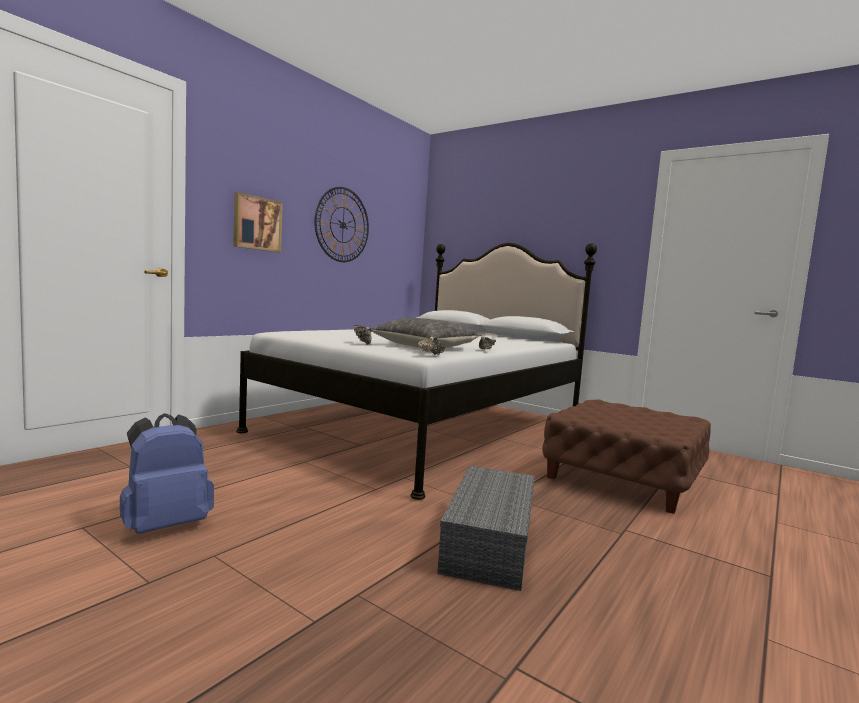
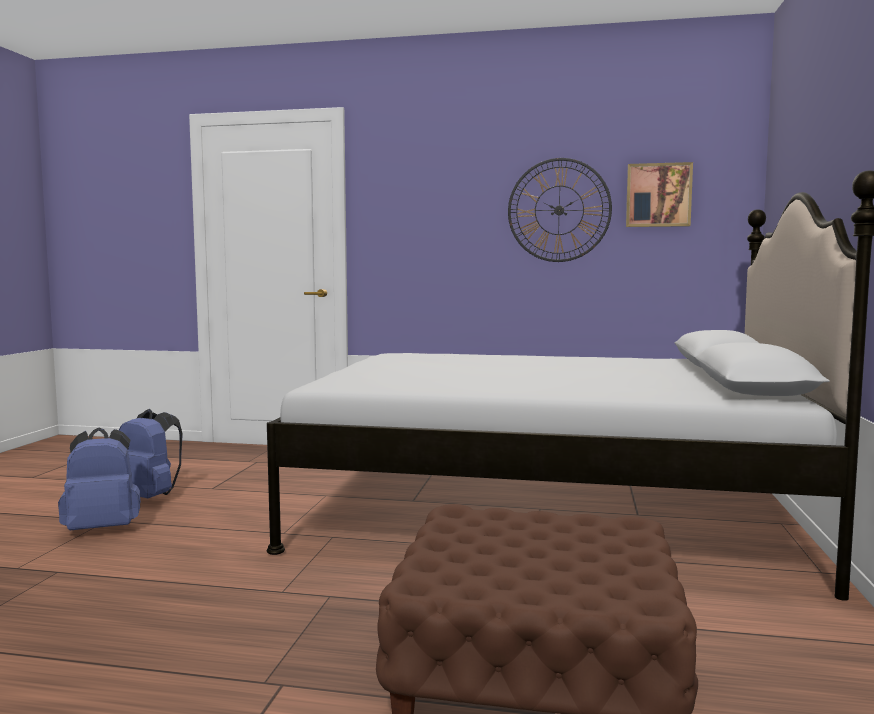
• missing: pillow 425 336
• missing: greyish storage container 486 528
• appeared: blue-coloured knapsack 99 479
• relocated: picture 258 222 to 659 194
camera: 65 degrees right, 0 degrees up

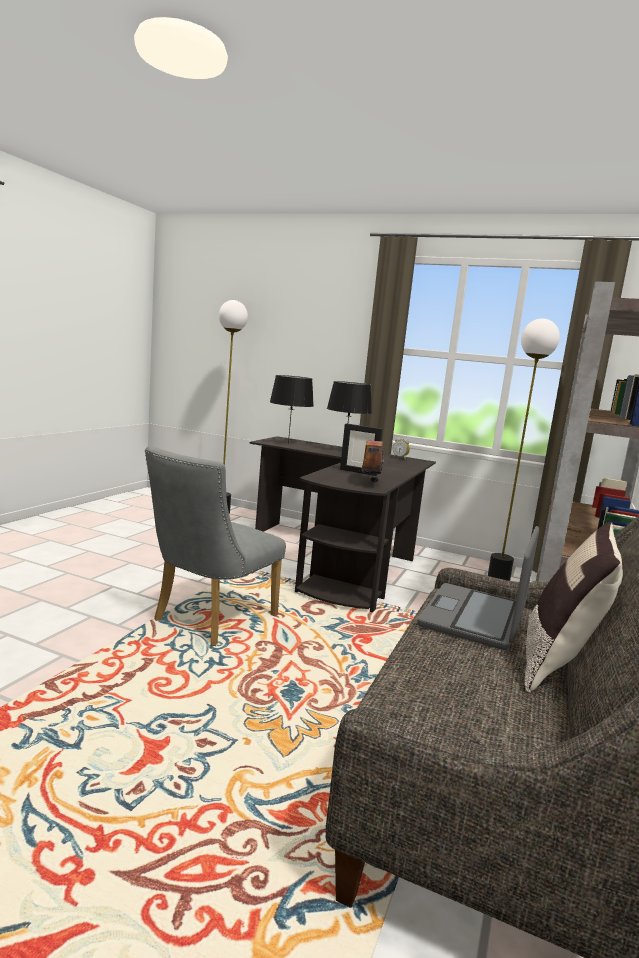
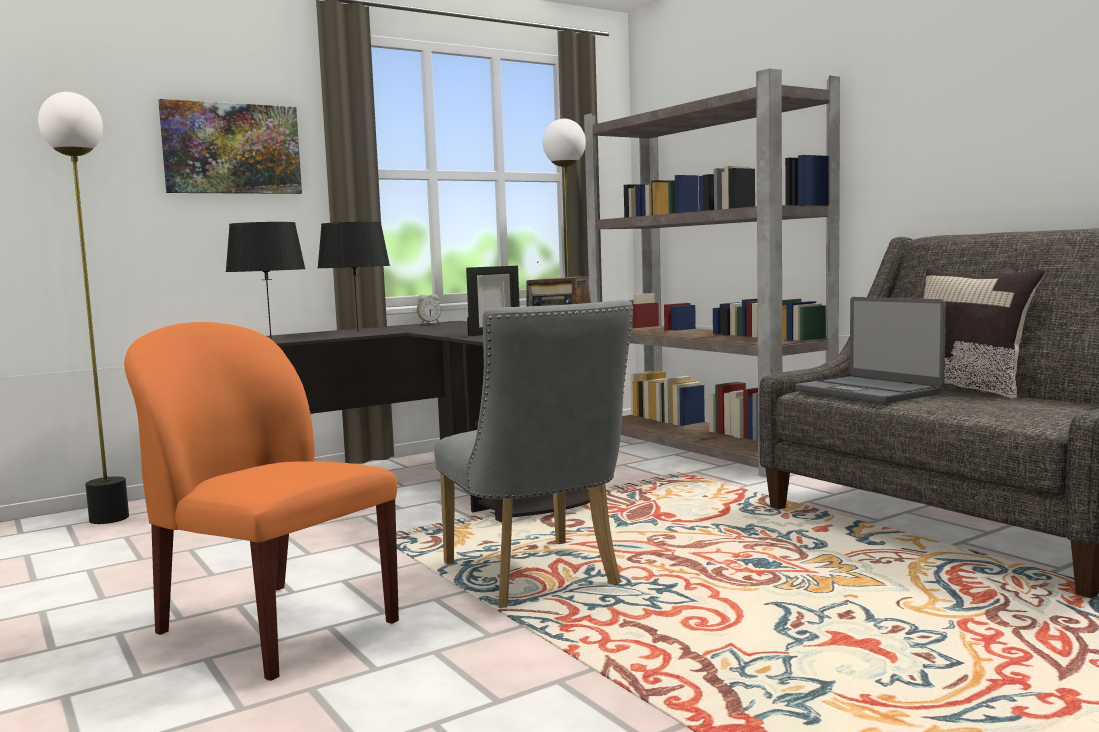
• appeared: orange upright chair 261 501
• appeared: picture 230 146
camera: 55 degrees left, 5 degrees down

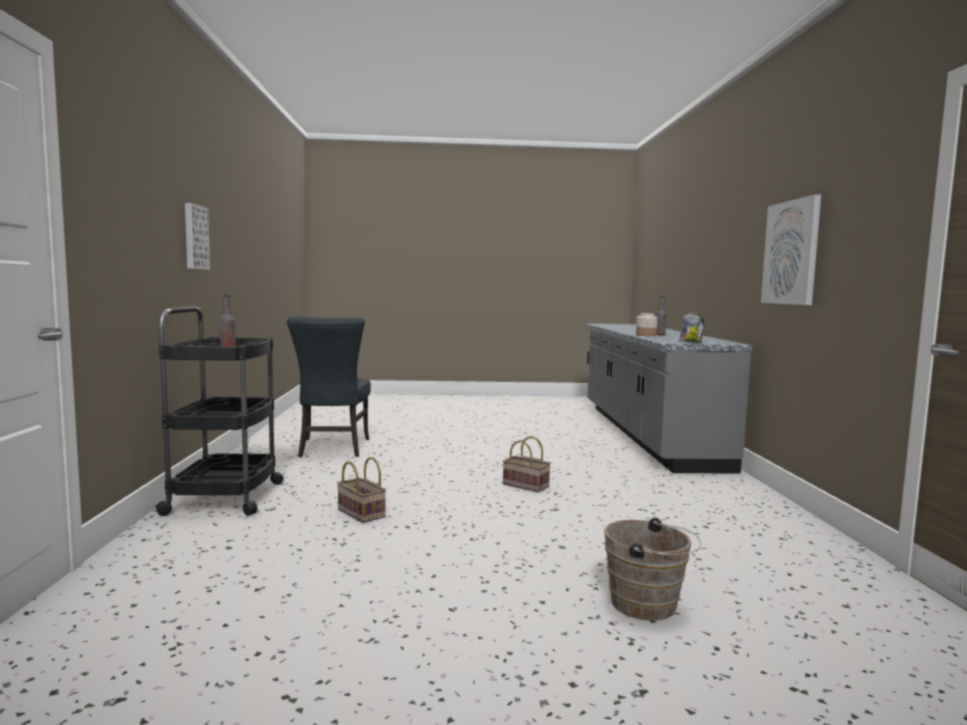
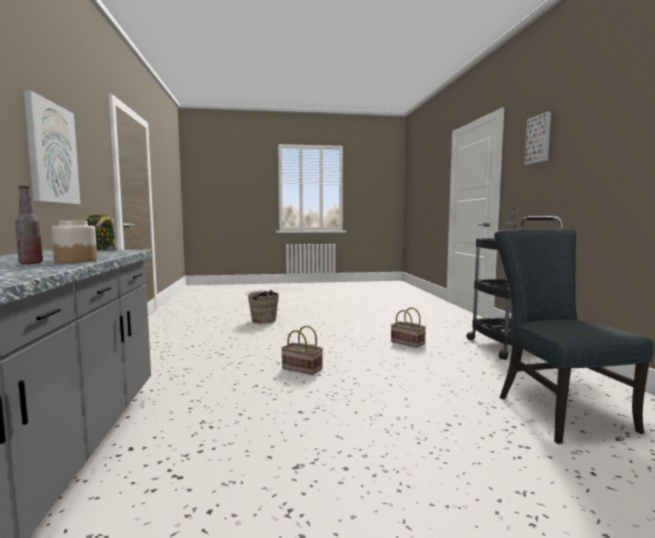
• relocated: picture 197 236 to 538 138
camera: 175 degrees right, 0 degrees up

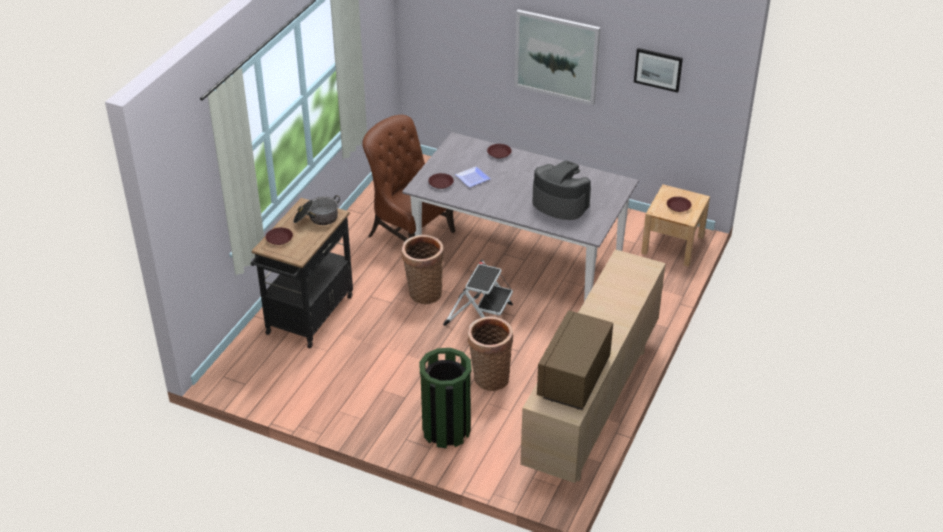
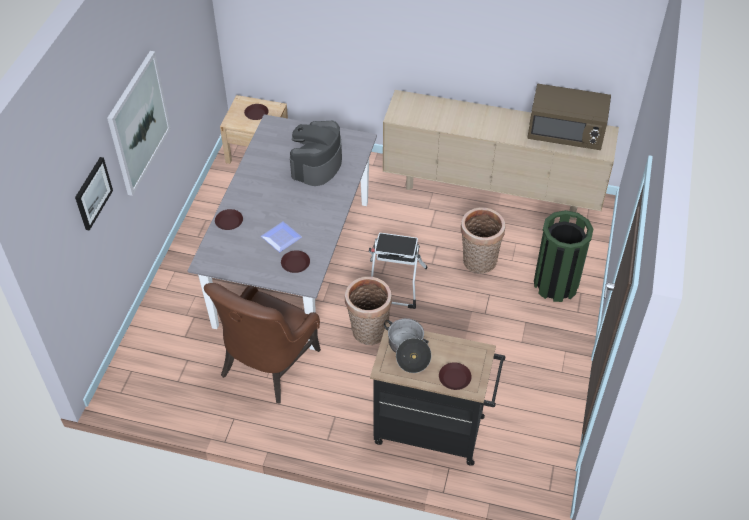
• relocated: picture 658 70 to 94 194
camera: 100 degrees left, 10 degrees up

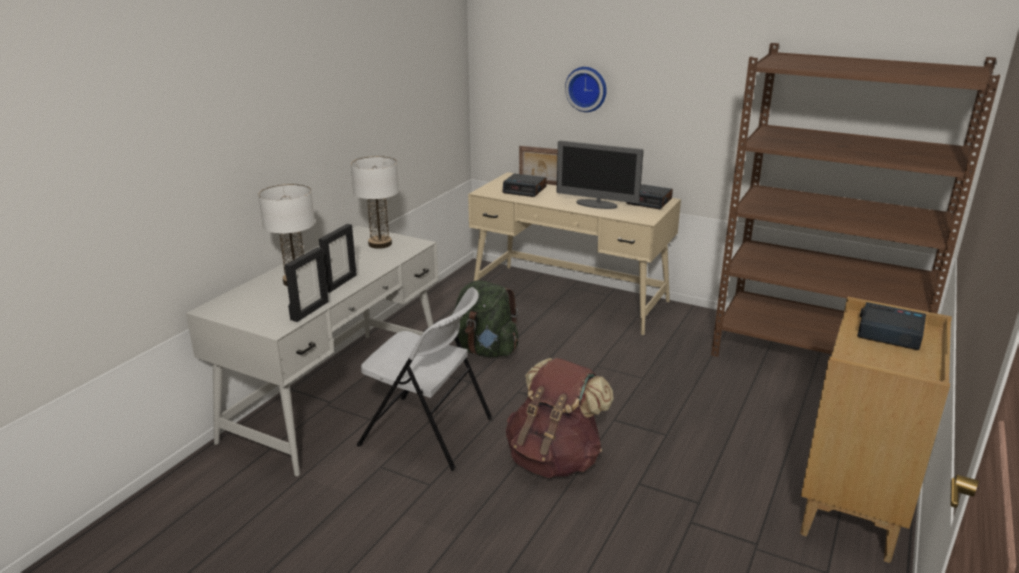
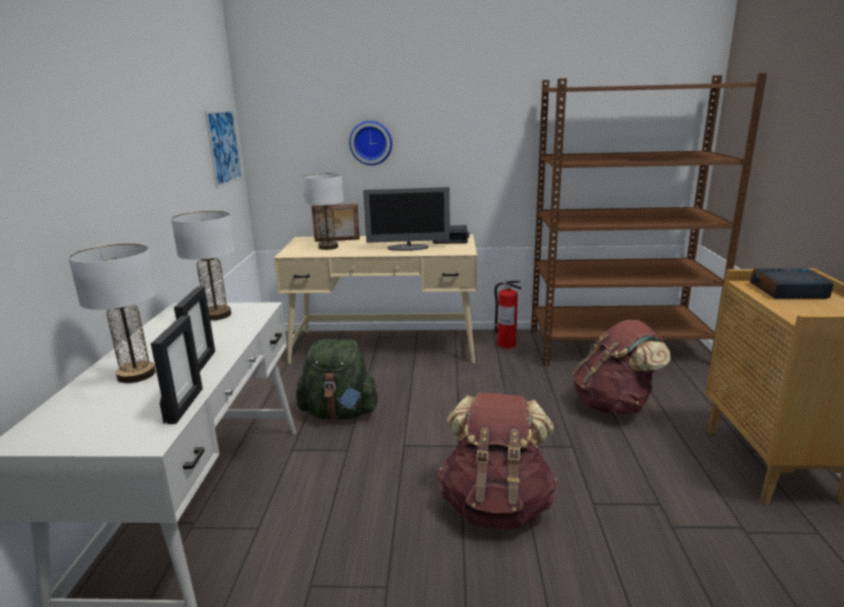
• missing: white-coloured upright chair 424 379
• appeared: picture 223 149
• appeared: fire extinguisher 507 314
• appeared: brownish knapsack 621 367
• exchanged: bedside clock 524 185 to table lamp 323 211
camera: 25 degrees left, 5 degrees down

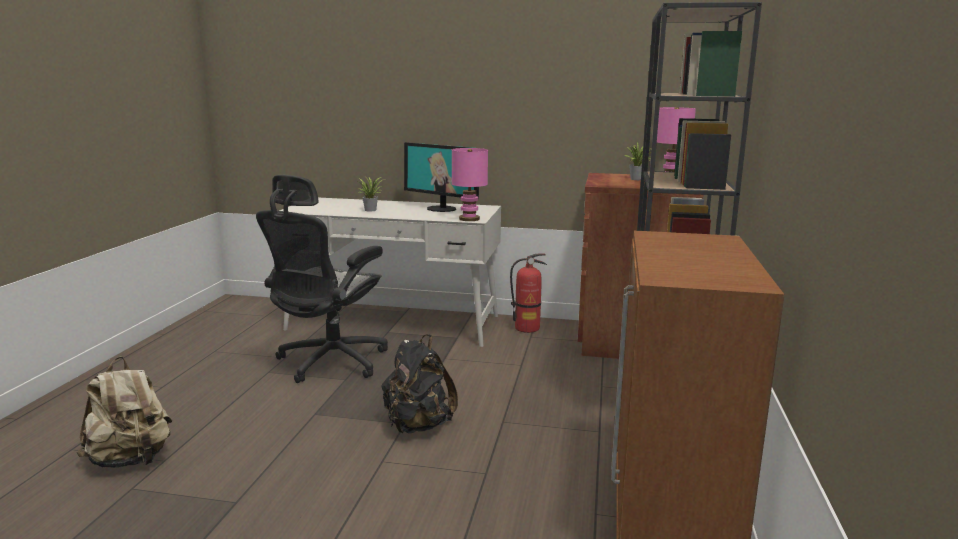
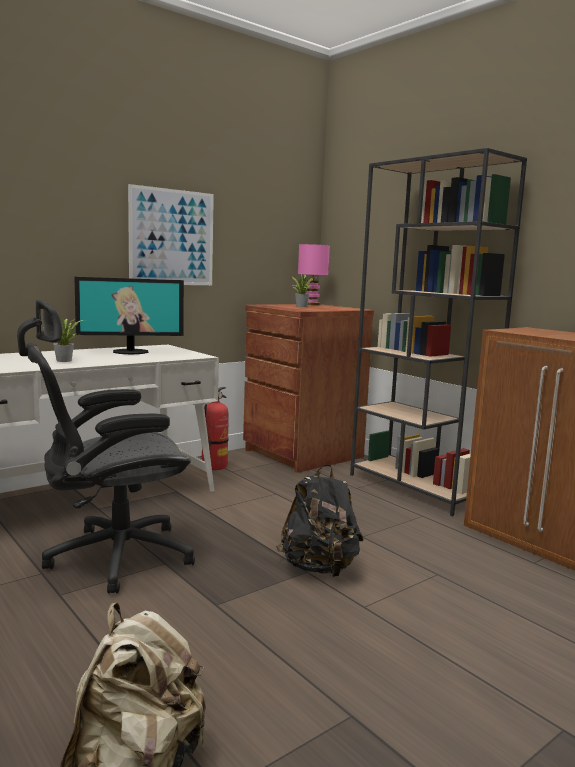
• missing: pink-coloured table lamp 470 184
• appeared: picture 171 234
• spun: desk chair 322 279 = 106 446 90 degrees clockwise
camera: 50 degrees left, 5 degrees down

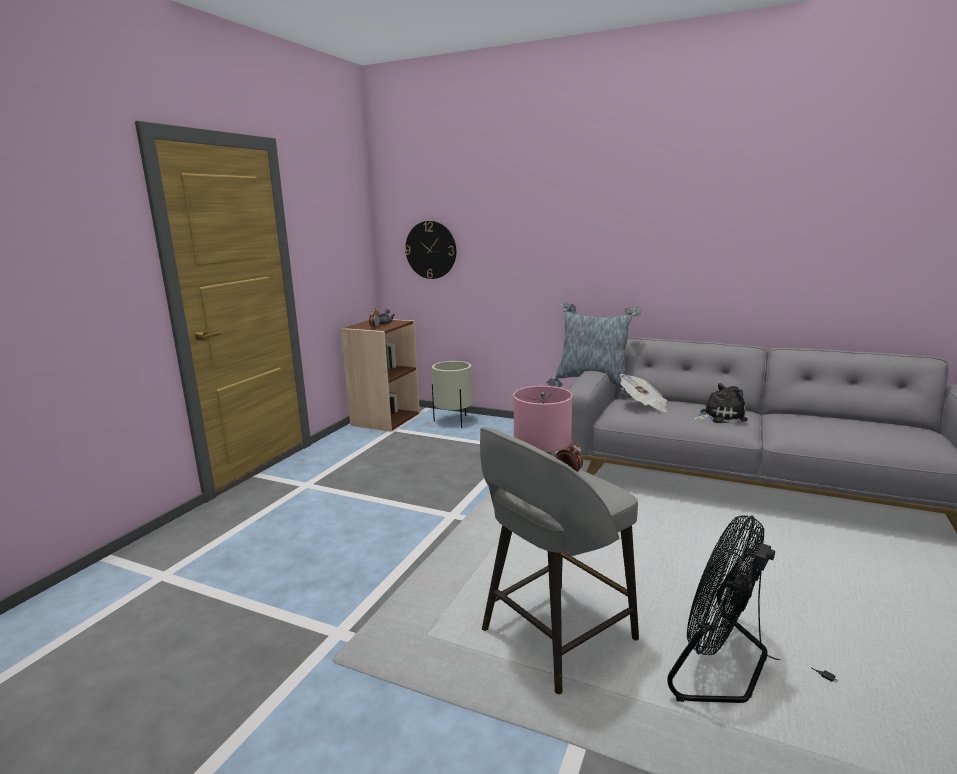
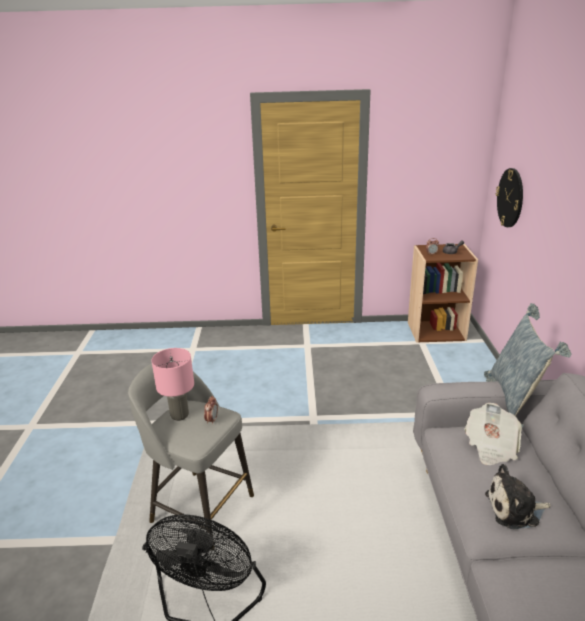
• missing: beige plant pot 452 394
• spun: cuddly toy 720 403 = 518 496 120 degrees clockwise
camera: 65 degrees right, 10 degrees up

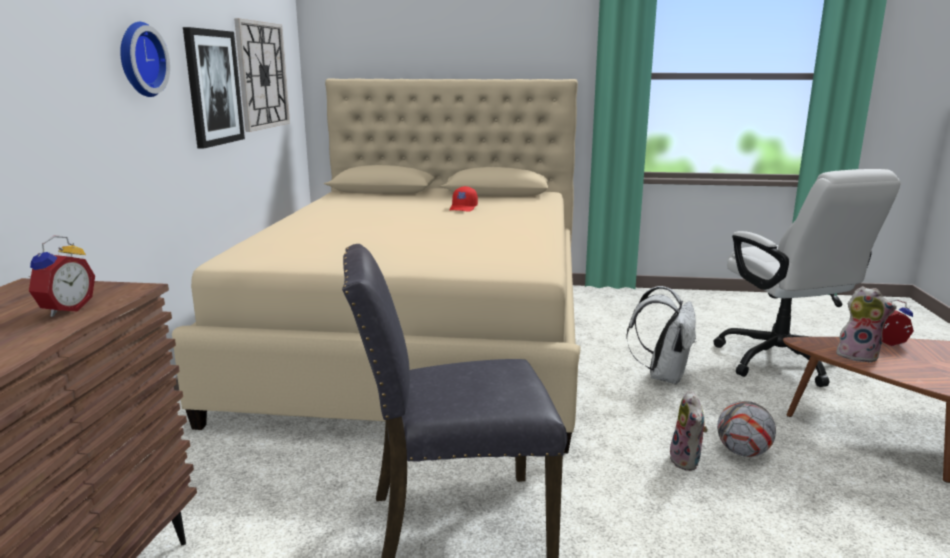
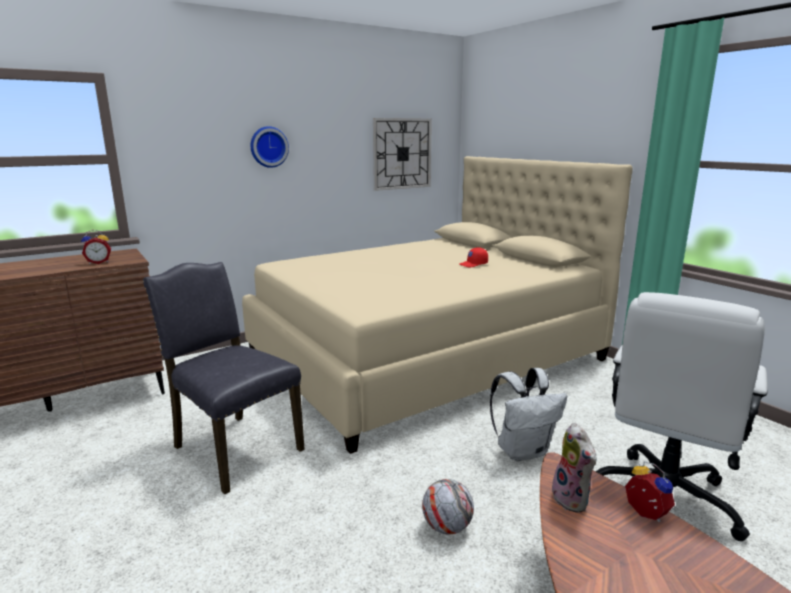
• missing: picture 214 88
• missing: cuddly toy 689 430
camera: 50 degrees right, 0 degrees up

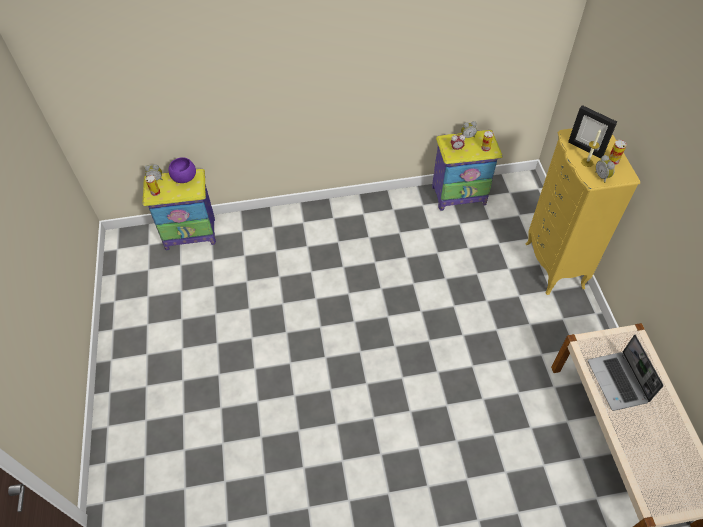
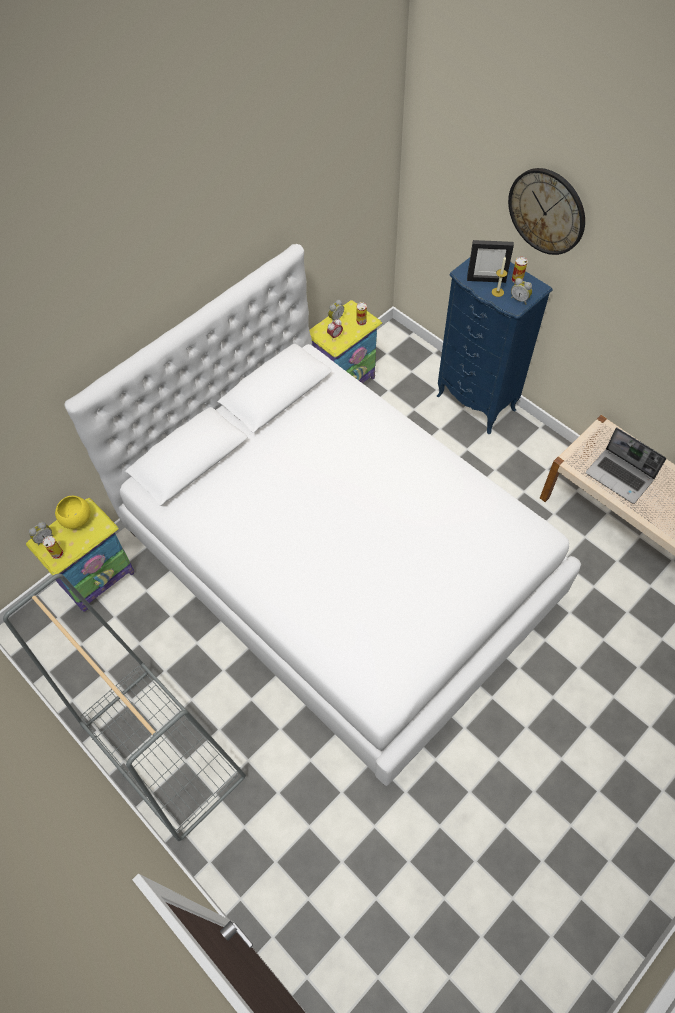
• appeared: greyish garment stand 124 707
• appeared: white-coloured sleeping bed 322 515
• appeared: clock on the wall 546 211
• colour: purple deep dish 182 170 to yellowish deep dish 72 512
• colour: yellowish dresser 582 211 to blue-coloured dresser 495 345
camera: 35 degrees left, 5 degrees up

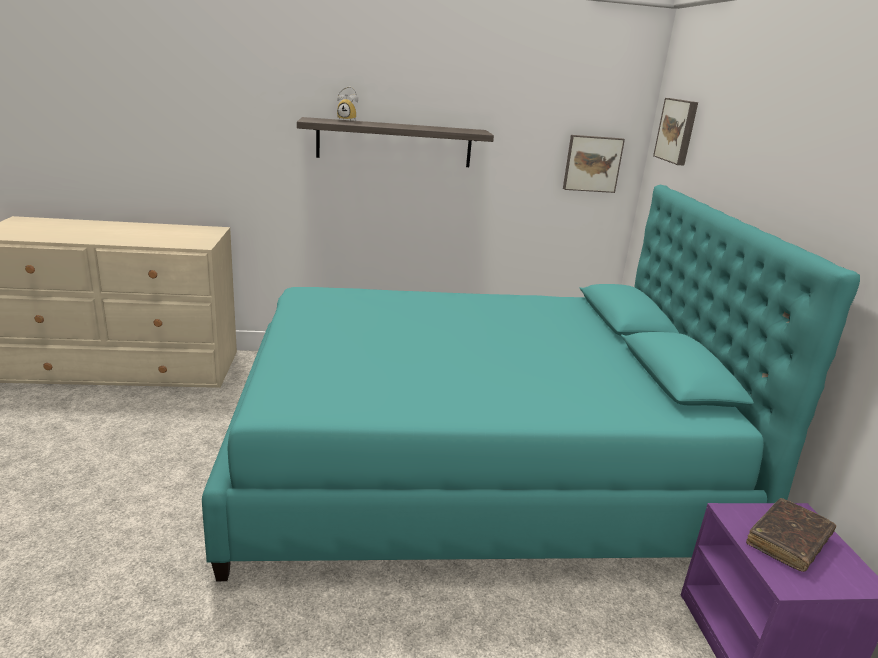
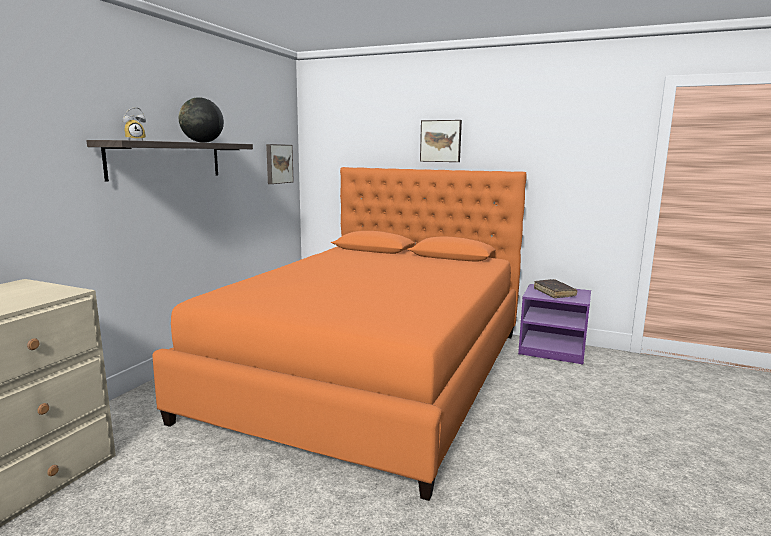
• appeared: desk globe 201 120
• relocated: picture 675 132 to 441 141
• colour: turquoise-coloured sleeping bed 531 383 to orange sleeping bed 339 334
camera: 60 degrees left, 10 degrees down

